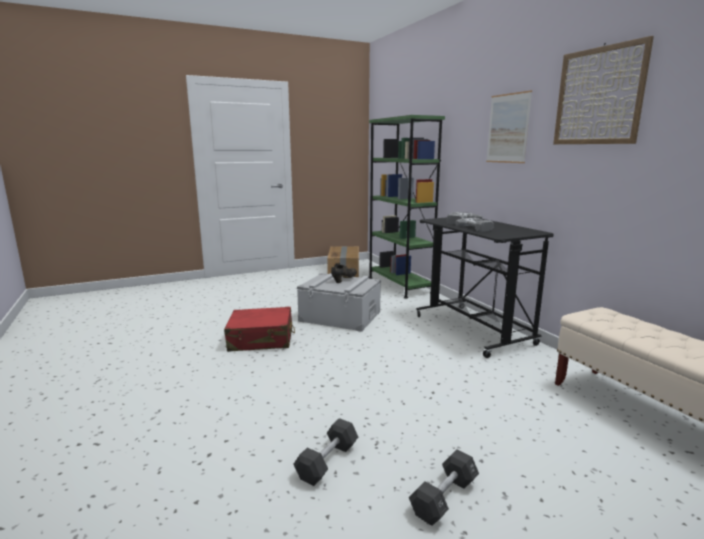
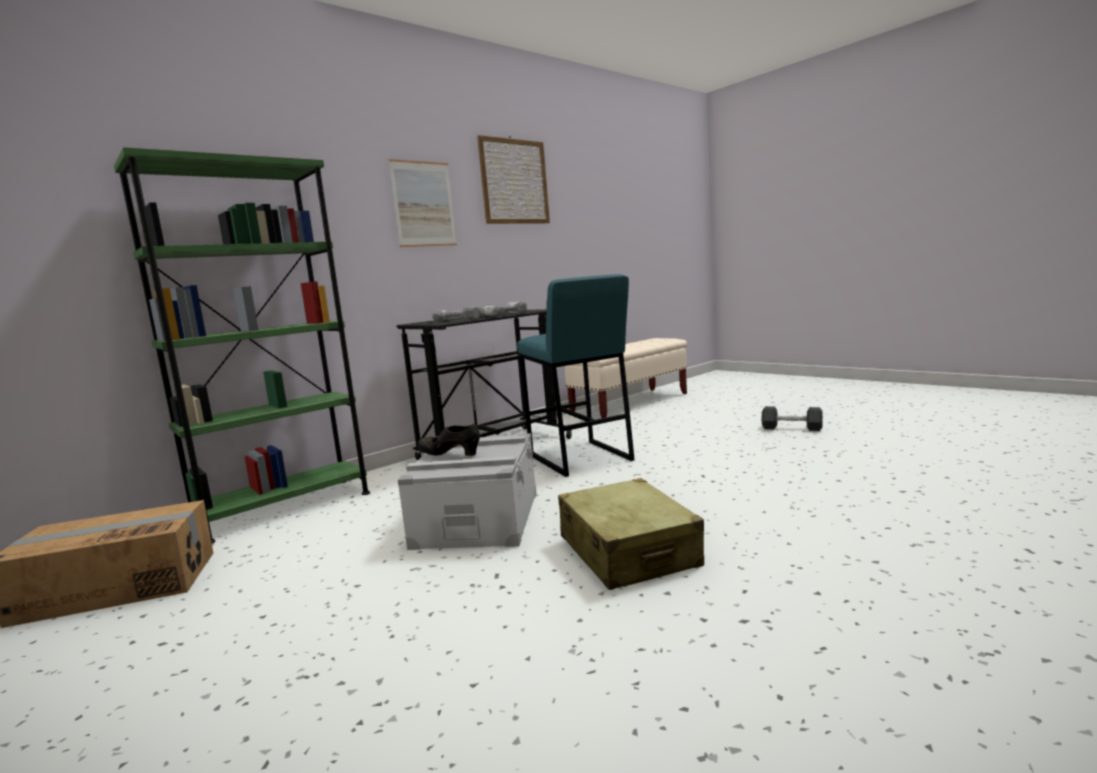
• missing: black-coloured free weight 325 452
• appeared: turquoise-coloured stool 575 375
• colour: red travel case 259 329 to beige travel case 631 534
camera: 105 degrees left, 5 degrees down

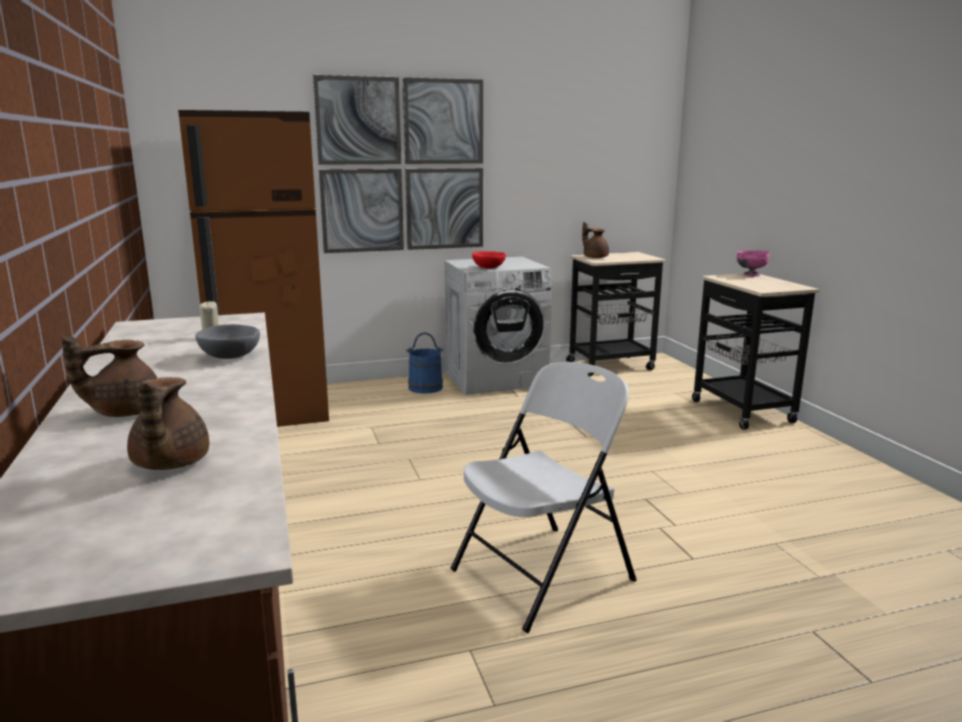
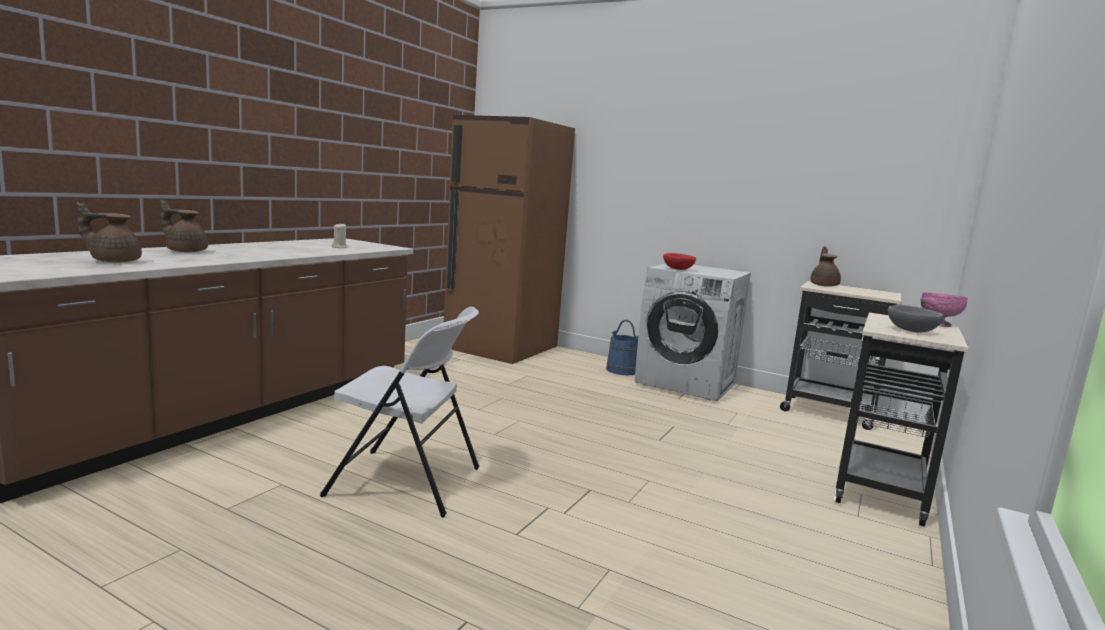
• missing: picture 398 164
• relocated: greyish deep dish 227 341 to 916 318
• spun: brownish tea pot 168 423 = 109 232 45 degrees clockwise
camera: 45 degrees right, 5 degrees down

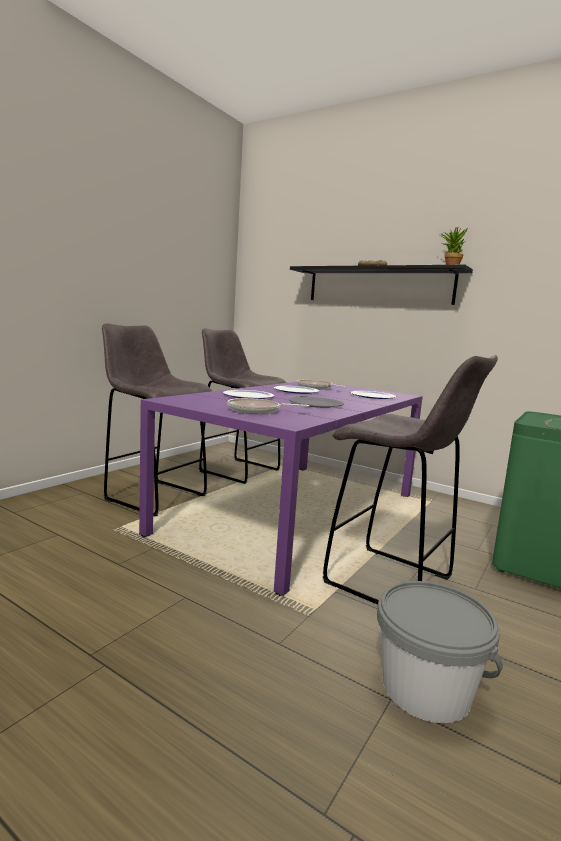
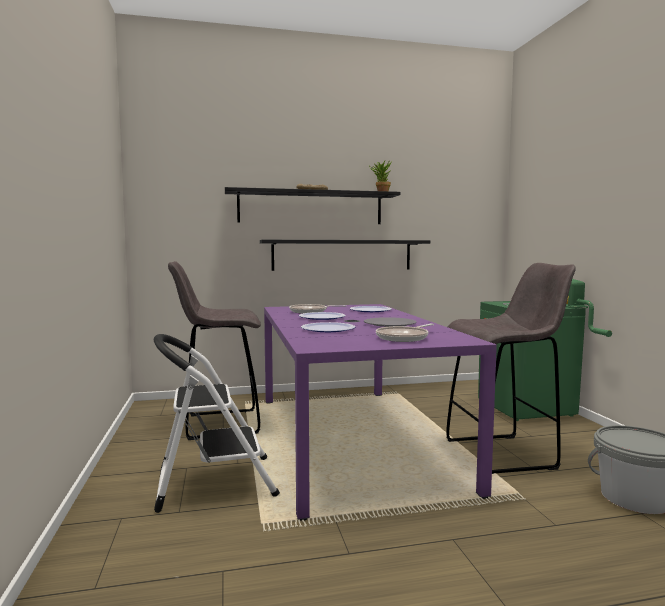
• appeared: black-coloured shelf 345 255
• exchanged: greyish stool 157 420 to stepladder 217 423
camera: 45 degrees left, 5 degrees down

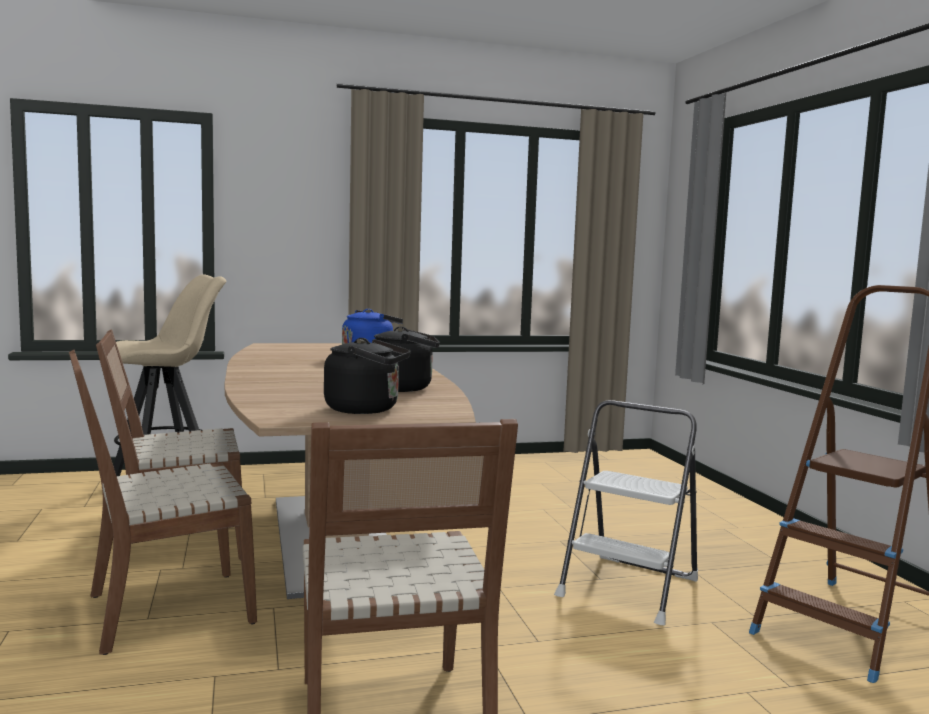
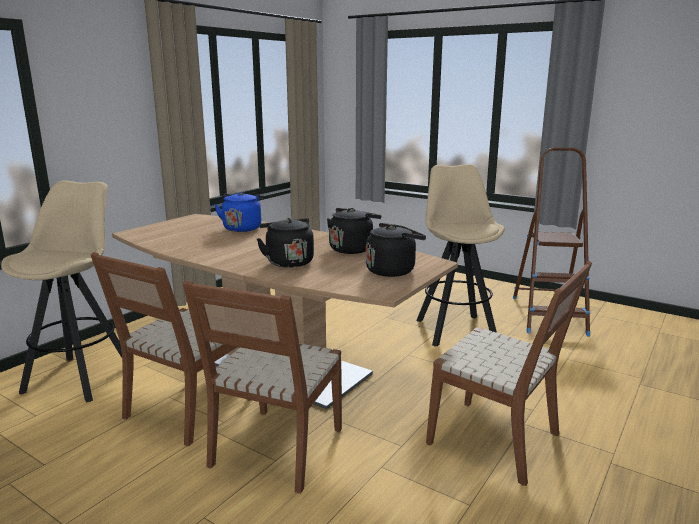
• appeared: black-coloured tea kettle 285 243
• exchanged: white-coloured stepladder 626 513 to beige stool 460 255
camera: 40 degrees left, 10 degrees up

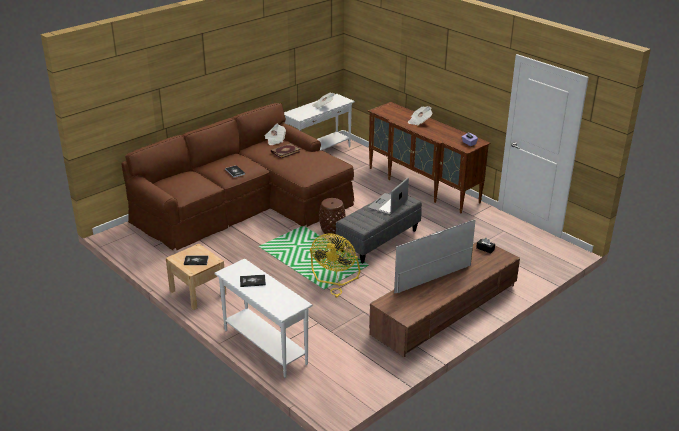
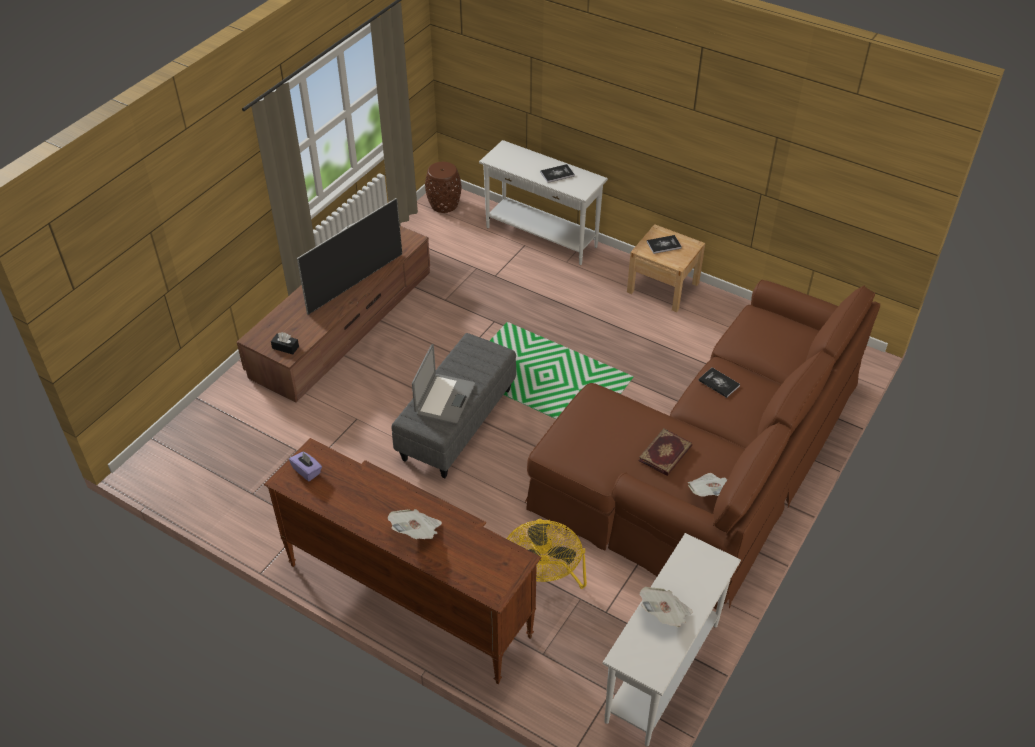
• relocated: yellowish cooling fan 335 266 to 547 554
• relocated: brownish stool 332 216 to 443 187
camera: 165 degrees right, 15 degrees up

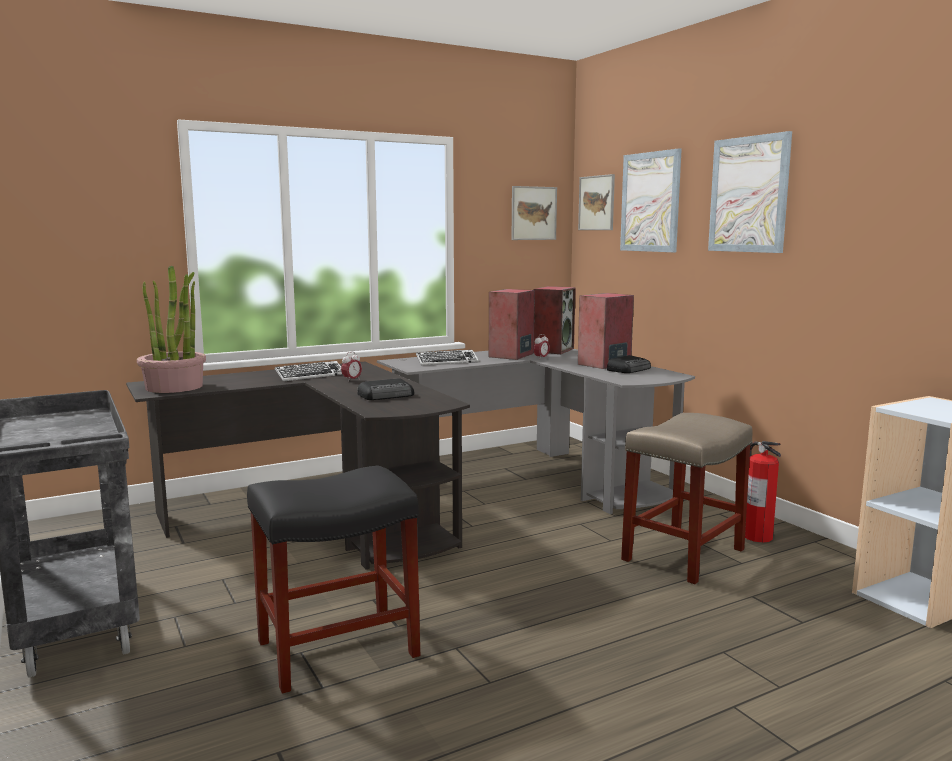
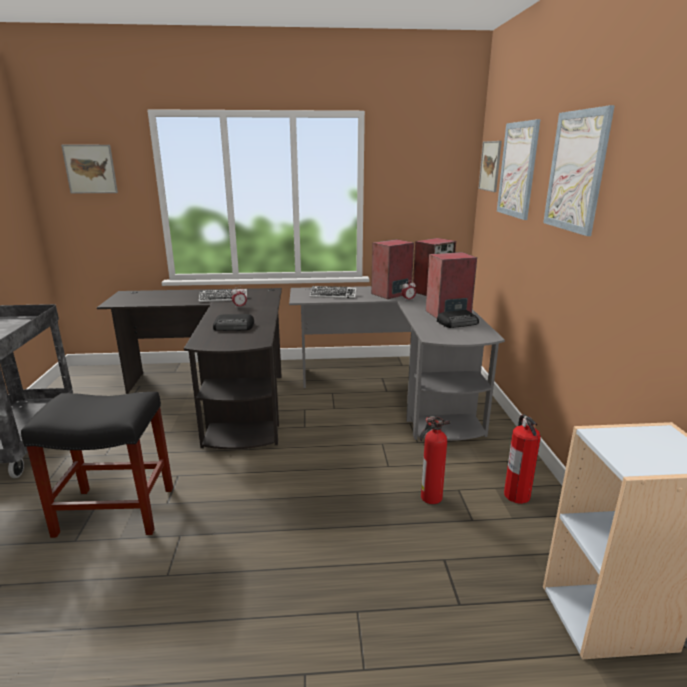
• missing: potted plant 171 329
• relocated: picture 534 213 to 89 169
• exchanged: beige stool 687 498 to fire extinguisher 435 460
camera: 25 degrees right, 10 degrees up

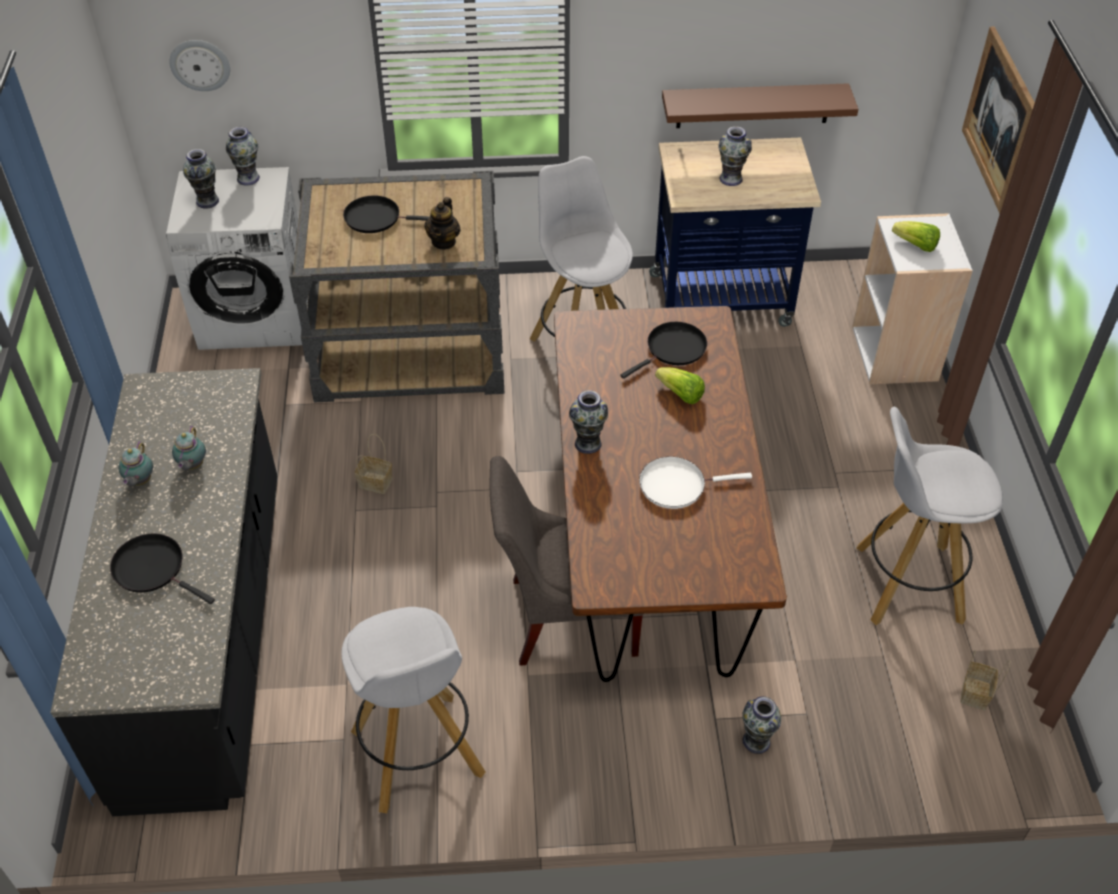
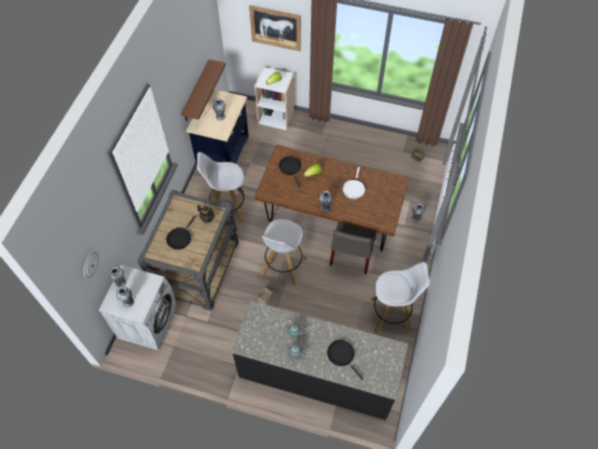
• relocated: white-coloured stool 929 516 to 284 252
• spun: black-coloured frying pan 162 569 = 345 360 90 degrees clockwise
camera: 70 degrees left, 10 degrees up

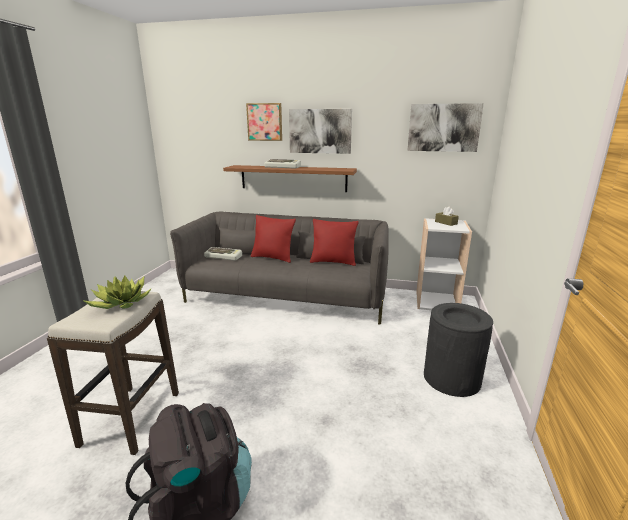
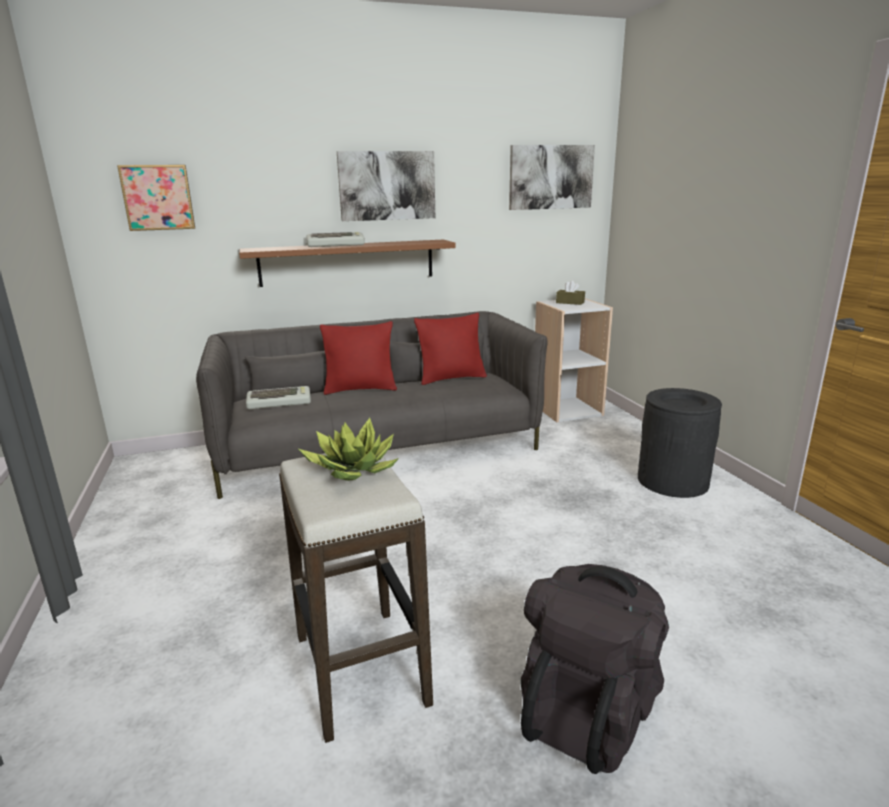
• relocated: picture 264 122 to 156 198
camera: 30 degrees left, 0 degrees up

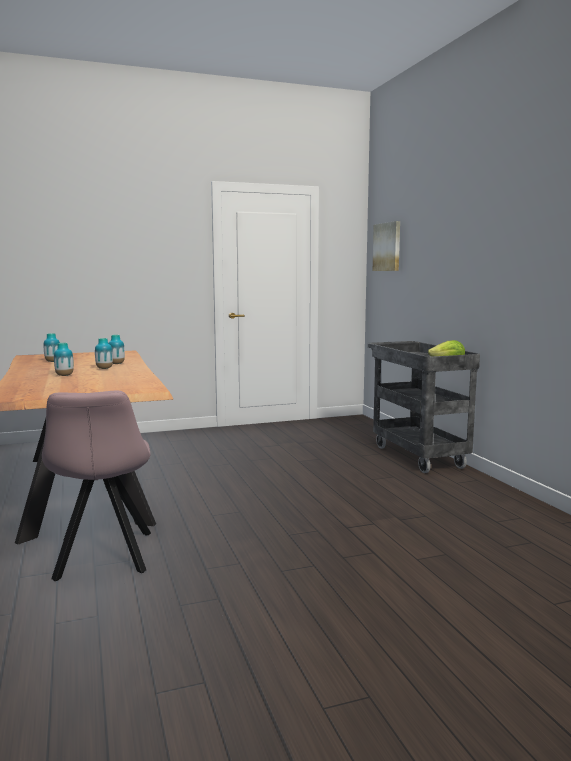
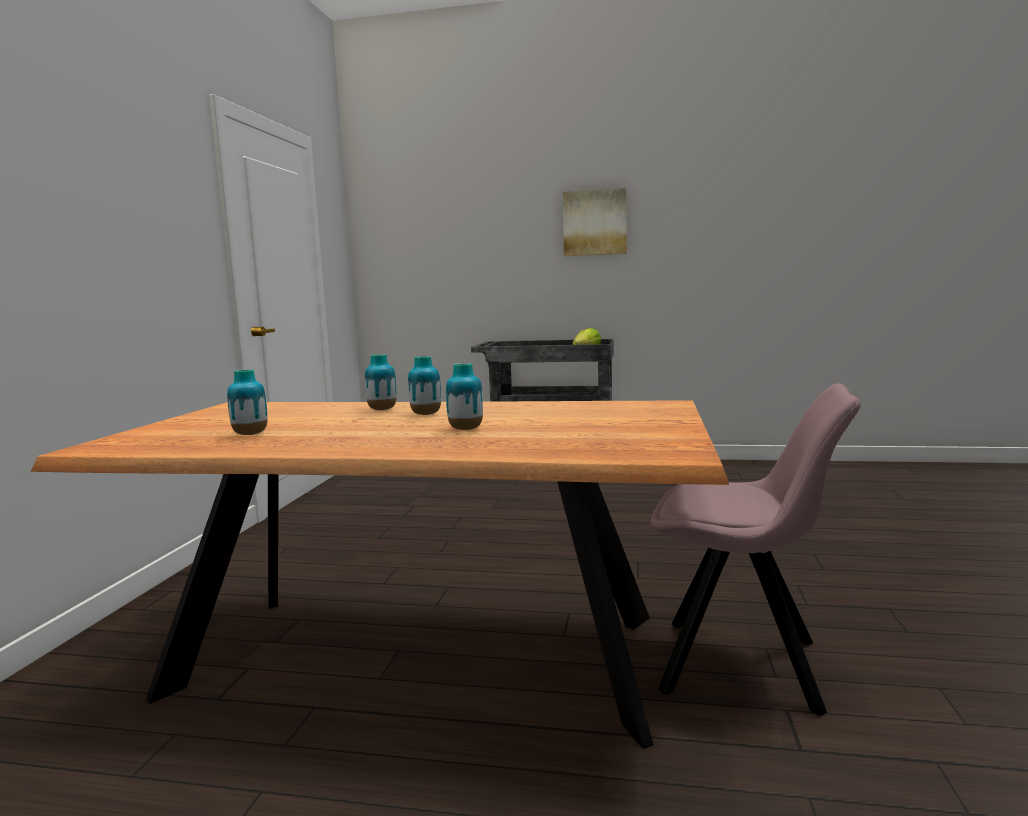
• relocated: picture 386 246 to 595 222
camera: 60 degrees left, 0 degrees up

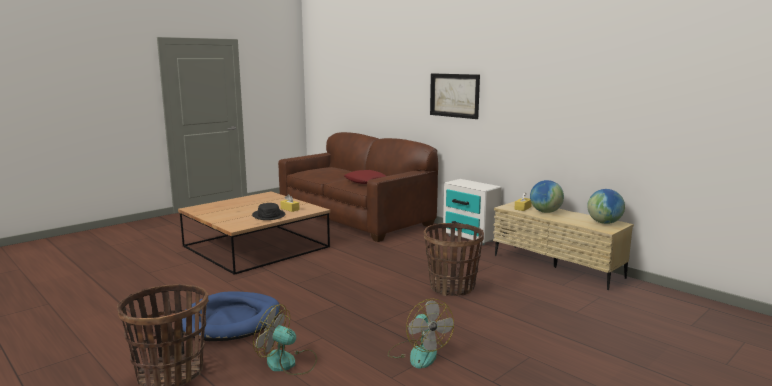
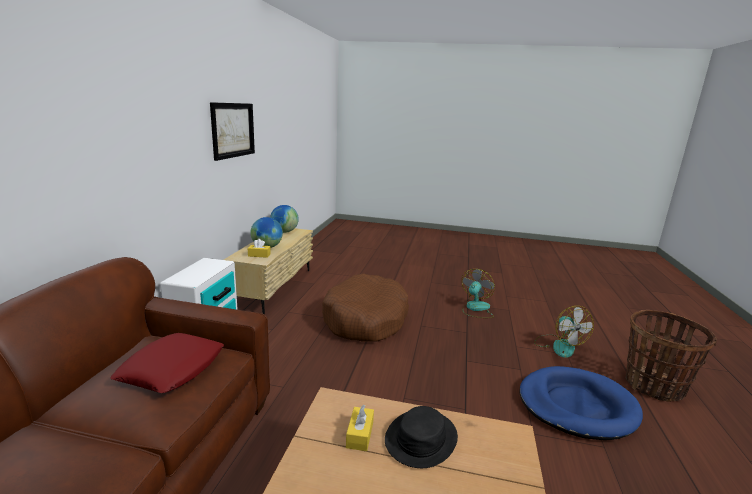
• relocated: picture 455 96 to 232 131
• exchanged: storage basket 454 259 to brownish dog cushion 365 307
camera: 125 degrees left, 5 degrees up

